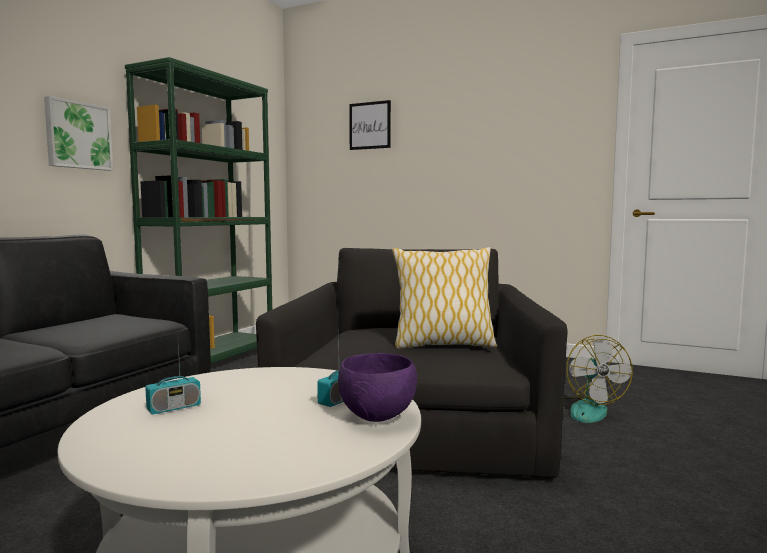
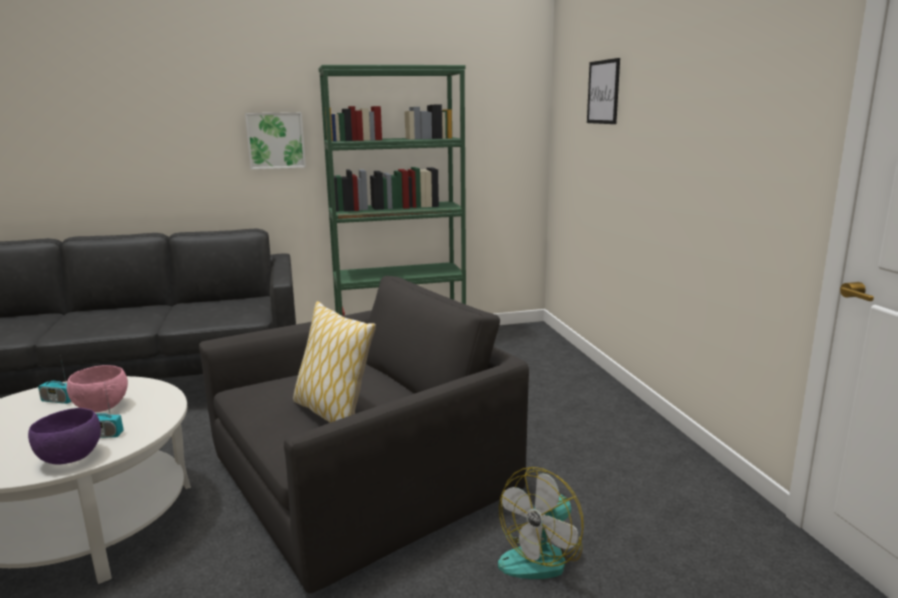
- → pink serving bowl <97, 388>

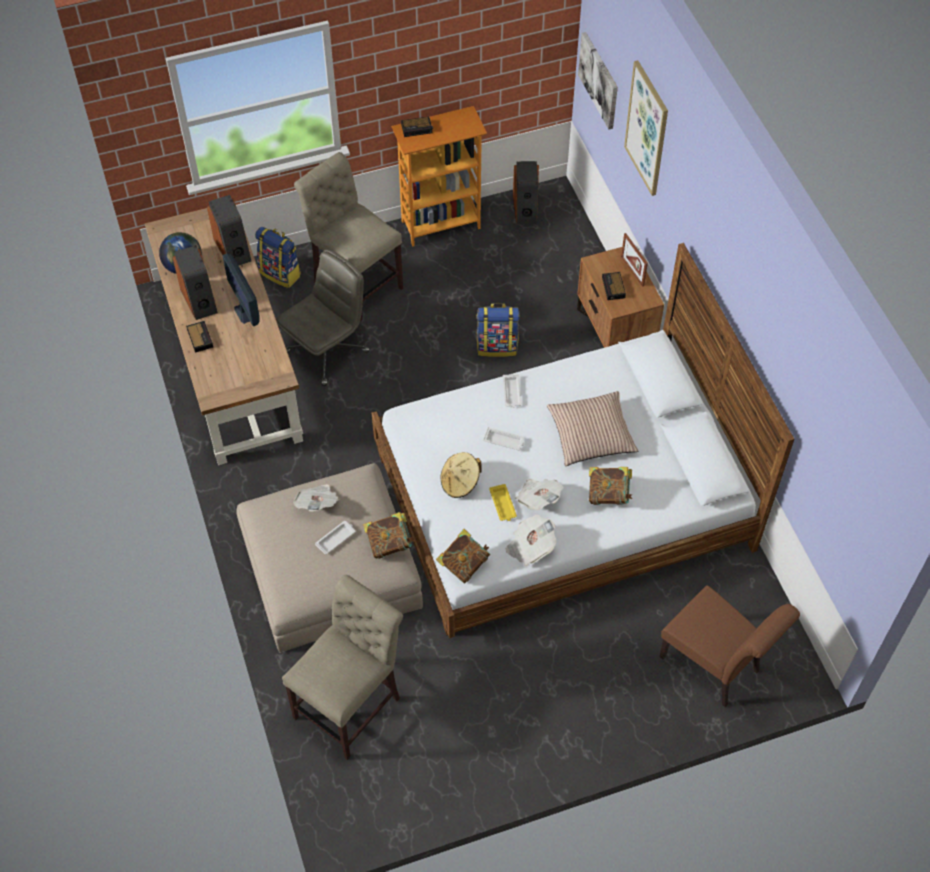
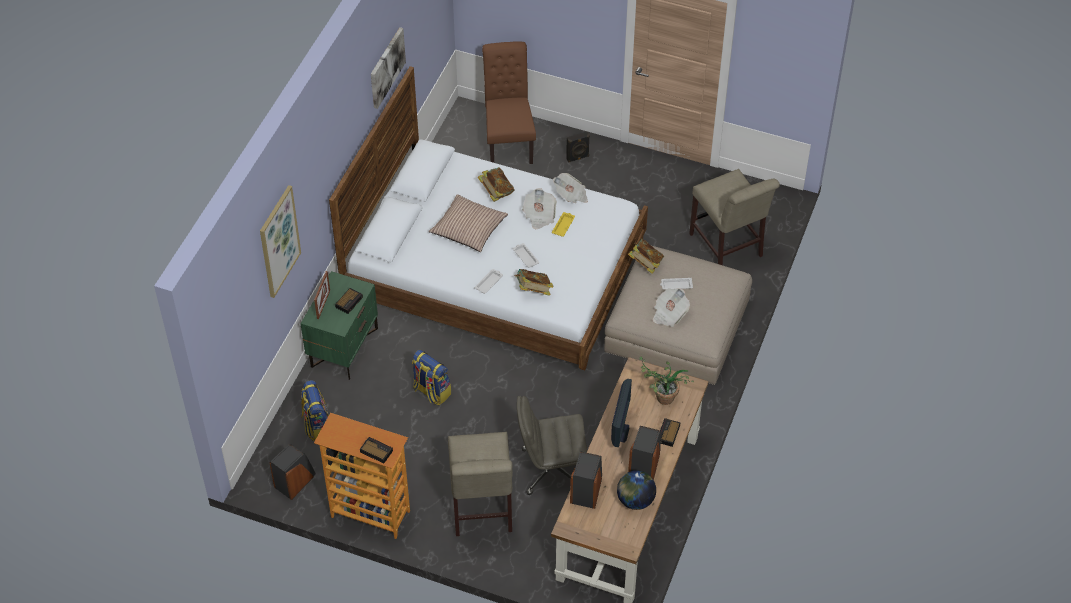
beige-coloured clothing hat <461, 475> → -
- → black loudspeaker <578, 147>
- → houseplant <666, 381>
knapsack <278, 257> → knapsack <315, 410>, shifted
bound book <463, 556> → bound book <534, 282>, shifted
wall art <598, 80> → wall art <388, 68>, shifted
brown-coloured nightstand <620, 297> → greenish nightstand <339, 325>
beige-coloured chair <342, 667> → beige-coloured chair <734, 217>, 105 degrees counterclockwise

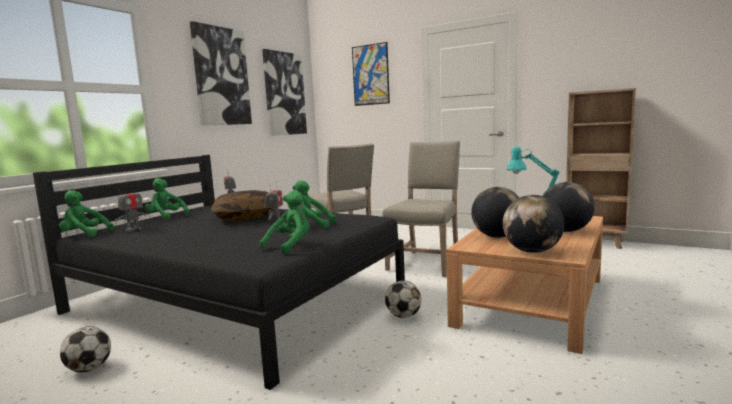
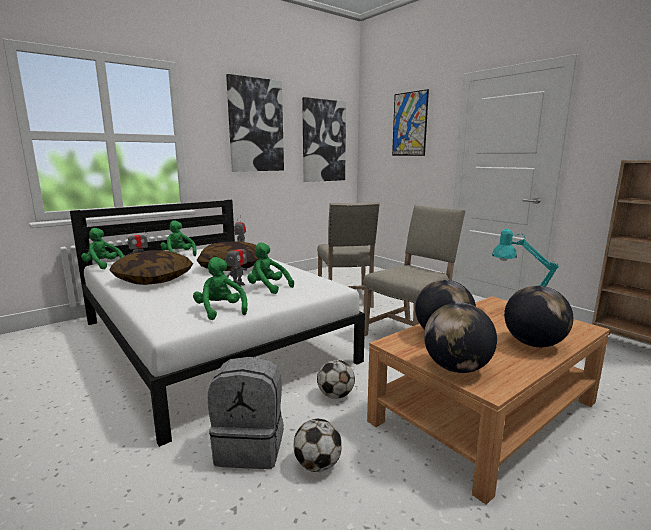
- → cushion <151, 267>
- → grey knapsack <246, 413>
ball for football <85, 349> → ball for football <317, 445>, shifted
black bed <219, 272> → white bed <217, 323>
greenish cuddly toy <284, 222> → greenish cuddly toy <220, 288>, 90 degrees counterclockwise

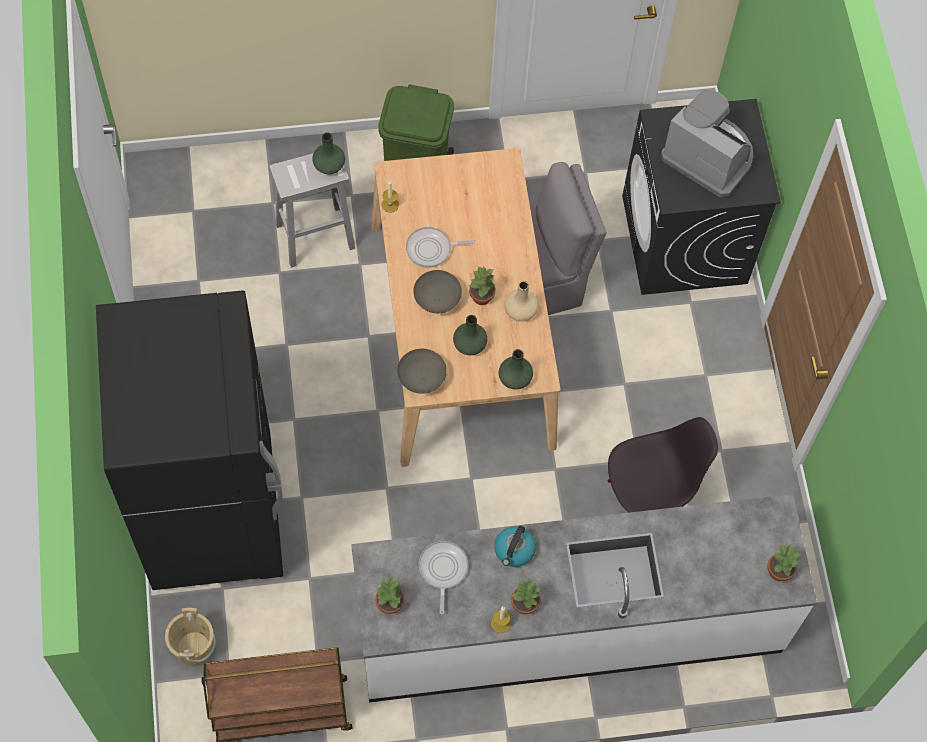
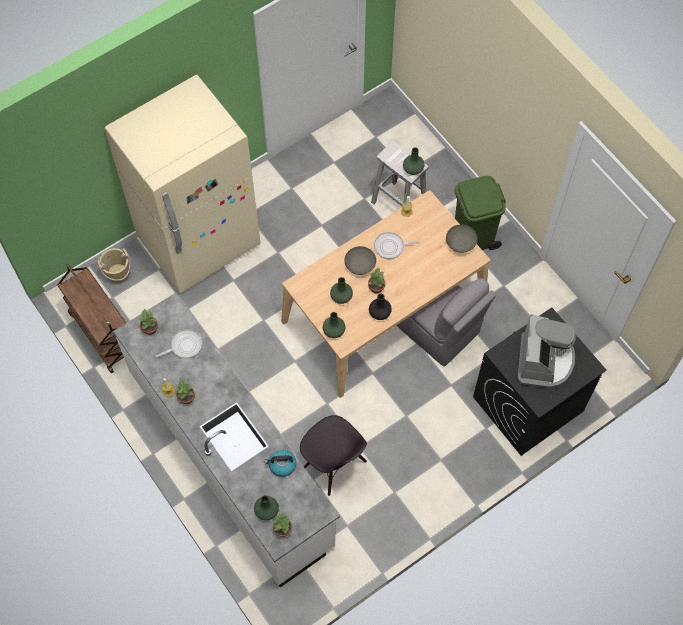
- → greenish flower vase <266, 508>
grey serving bowl <422, 371> → grey serving bowl <462, 239>, shifted
water kettle <515, 546> → water kettle <280, 463>, shifted
black fridge <189, 440> → beige-coloured fridge <183, 184>
beige-coloured flower vase <521, 301> → black flower vase <380, 307>
skillet <440, 247> → skillet <397, 245>, 60 degrees counterclockwise

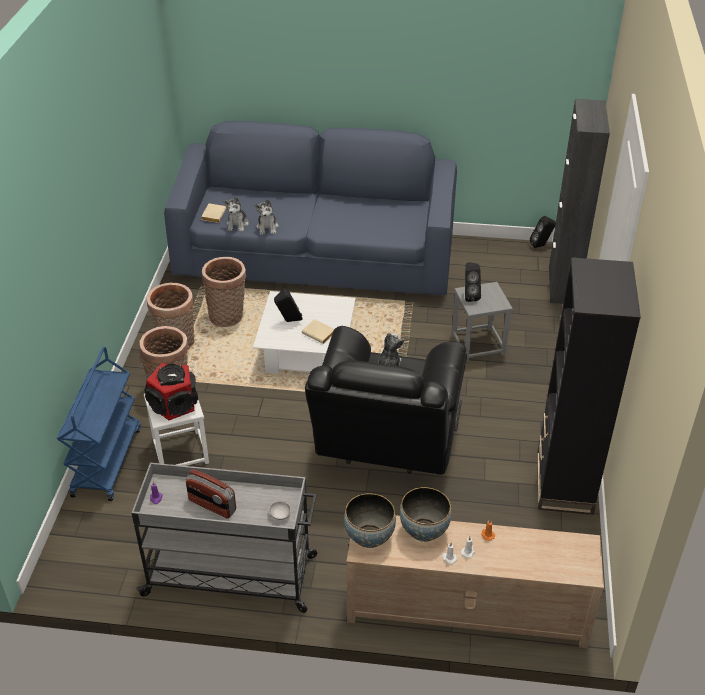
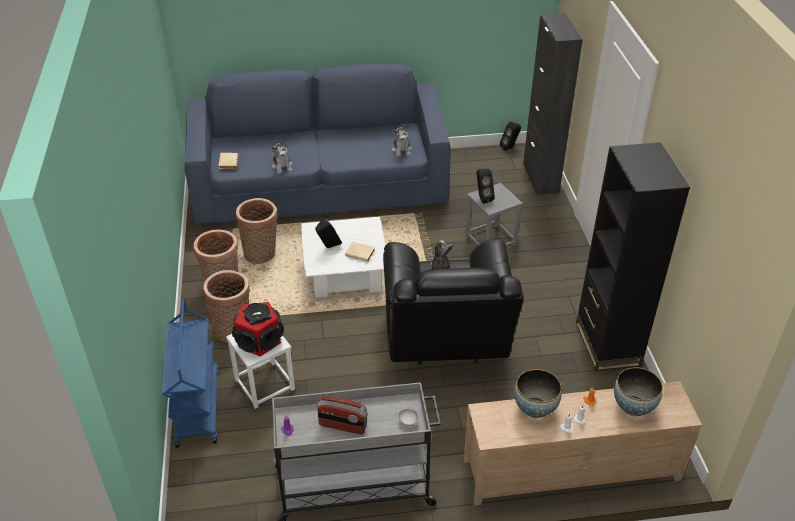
cuddly toy <236, 214> → cuddly toy <402, 141>, shifted
serving bowl <370, 520> → serving bowl <638, 391>, shifted

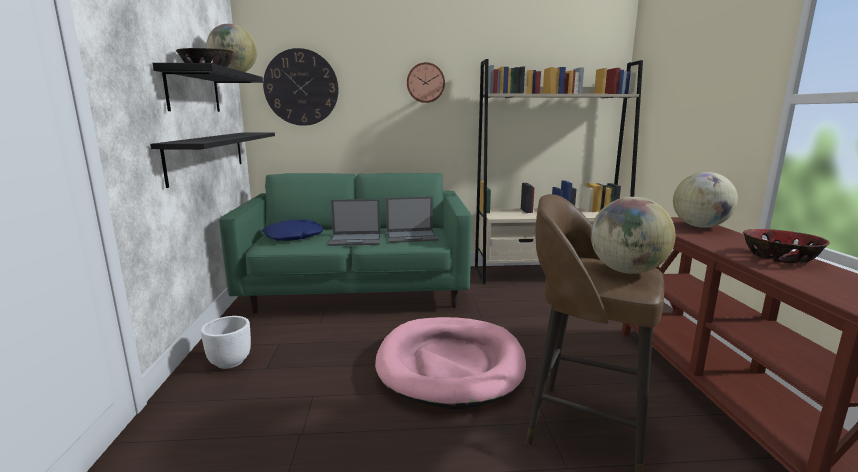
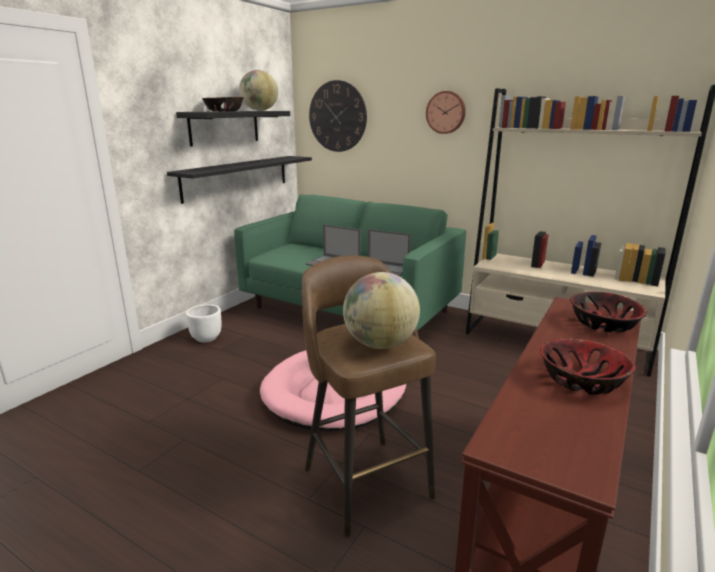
bluish cushion <292, 230> → -
world globe <705, 200> → serving bowl <608, 312>

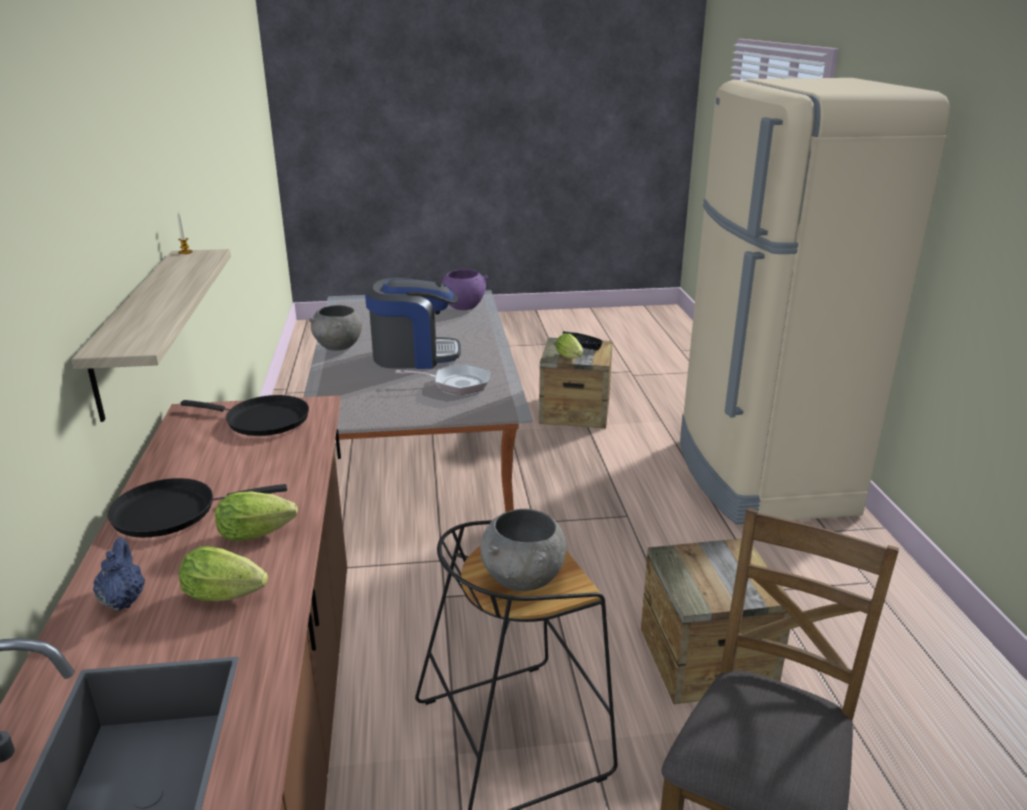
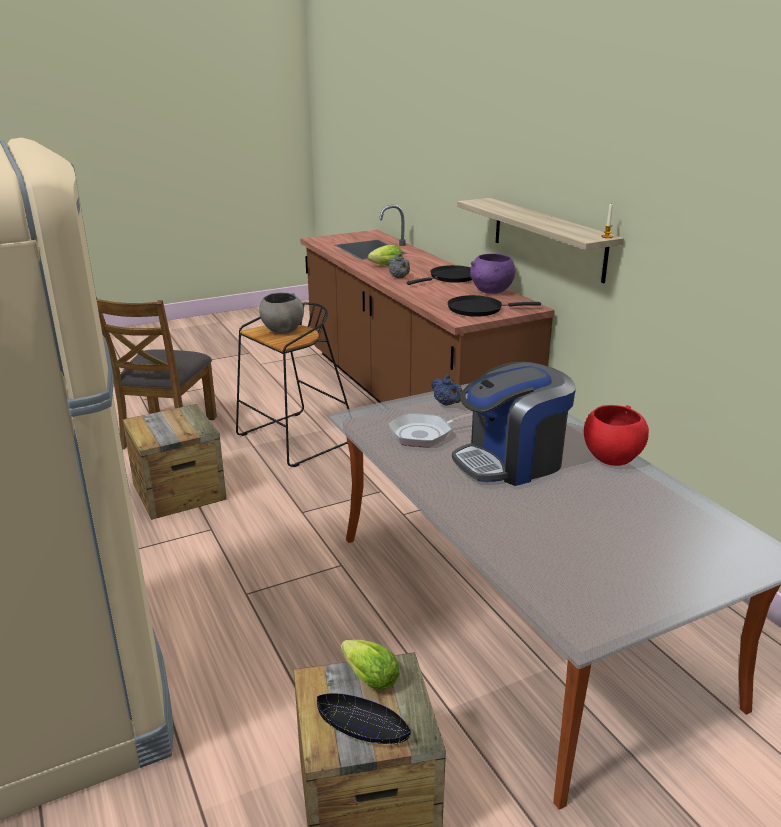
bluish teapot <119, 574> → bluish teapot <446, 390>, shifted
purple serving bowl <465, 289> → purple serving bowl <493, 274>, shifted
head of lettuce <256, 516> → grey teapot <399, 265>
grey serving bowl <335, 328> → reddish serving bowl <616, 435>

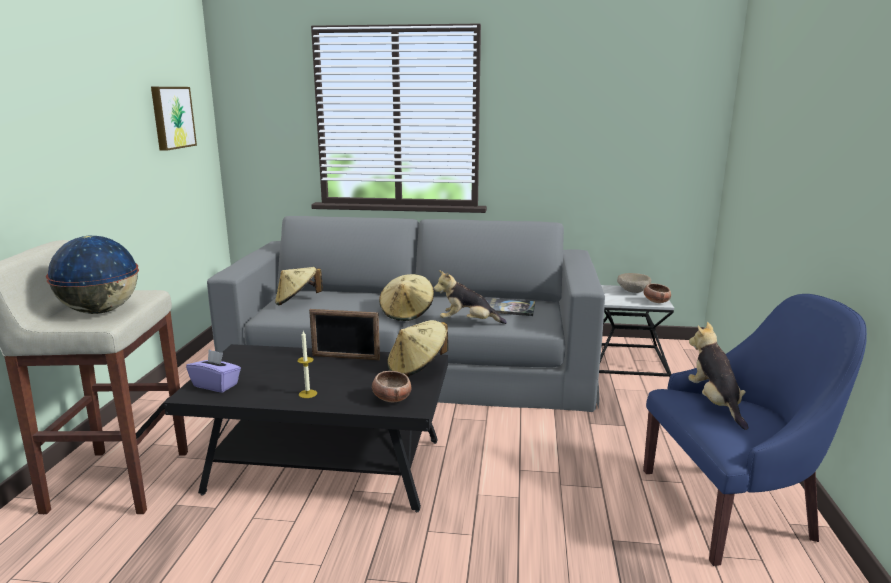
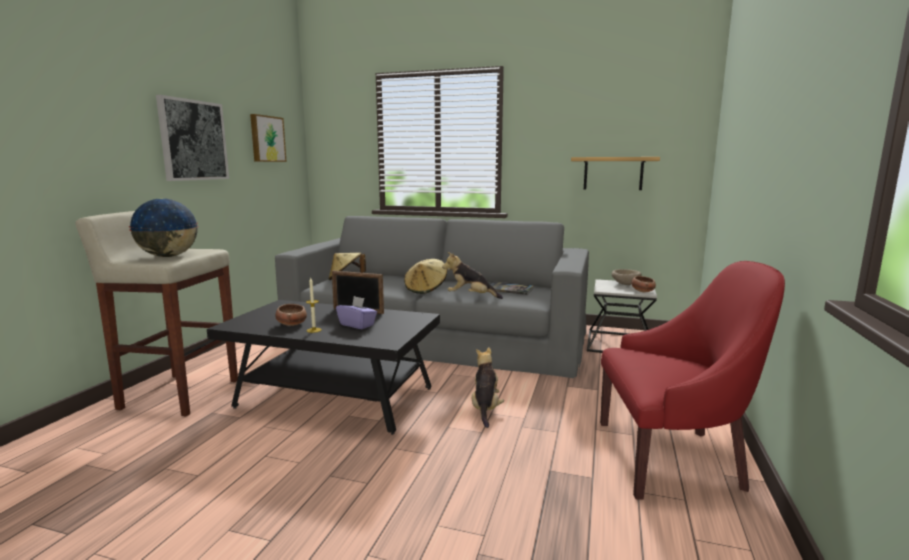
beige-coloured clothing hat <417, 348> → -
- → wall art <192, 138>
- → shelf <615, 173>
purple box of tissues <213, 371> → purple box of tissues <356, 312>, shifted
serving bowl <391, 386> → serving bowl <291, 315>, shifted
cuddly toy <718, 376> → cuddly toy <488, 387>, shifted
bluish easy chair <755, 430> → reddish easy chair <692, 380>

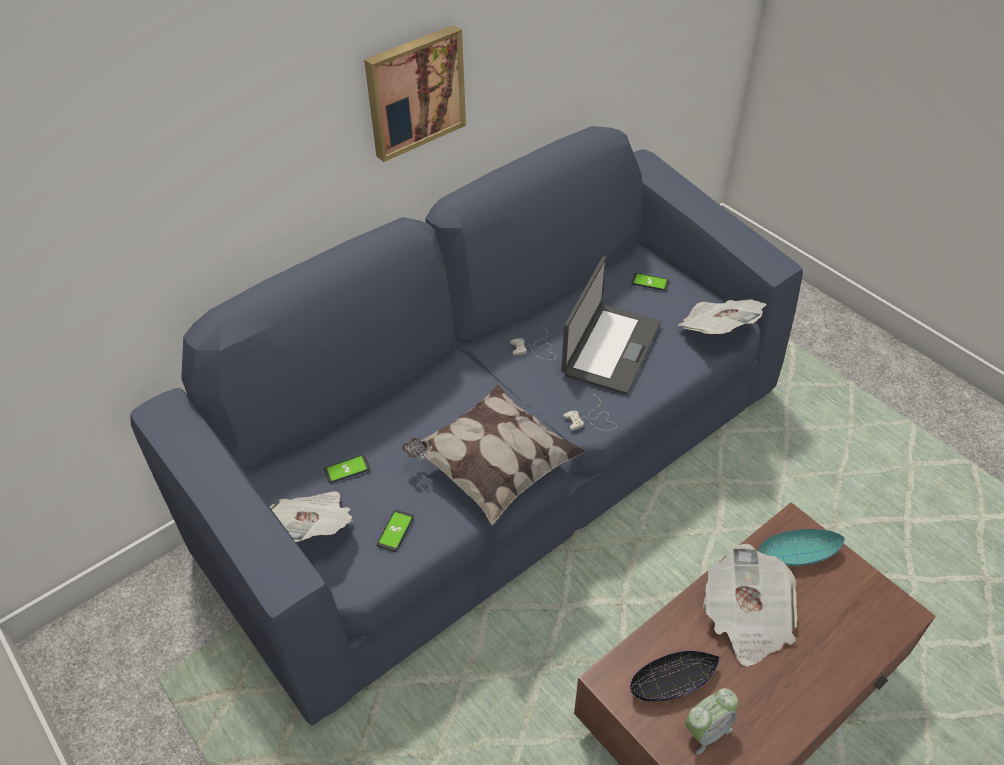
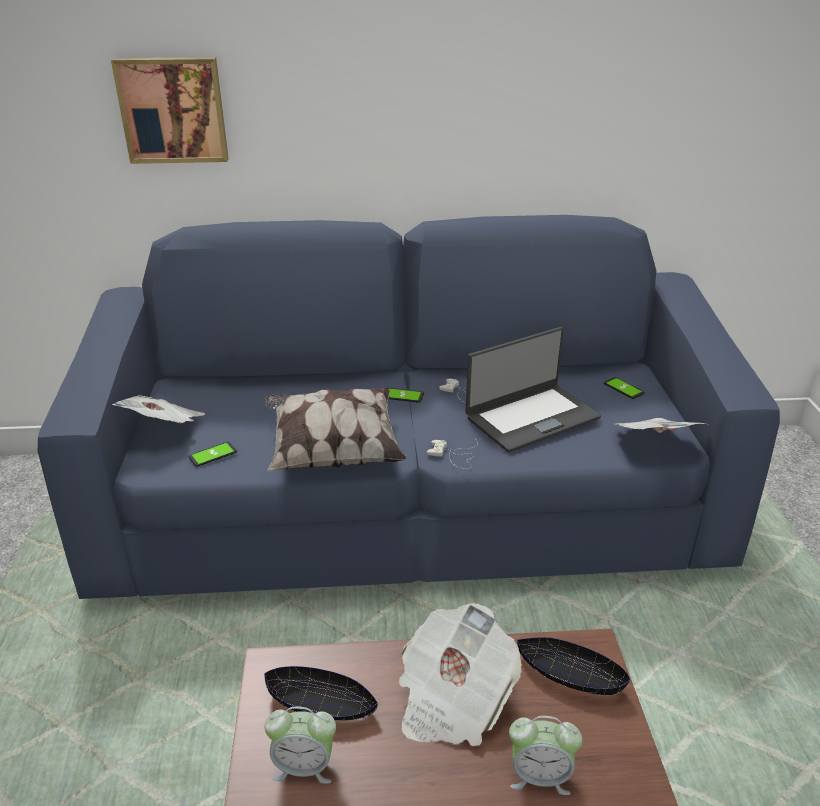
- → table clock <545, 755>
phone <347, 469> → phone <405, 395>, shifted
wall art <415, 93> → wall art <170, 110>, shifted
turquoise-coloured serving bowl <801, 547> → black serving bowl <573, 666>

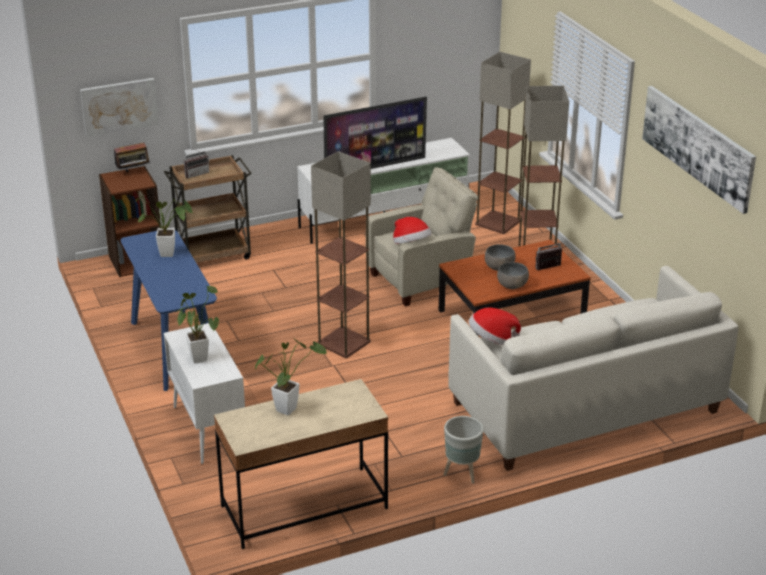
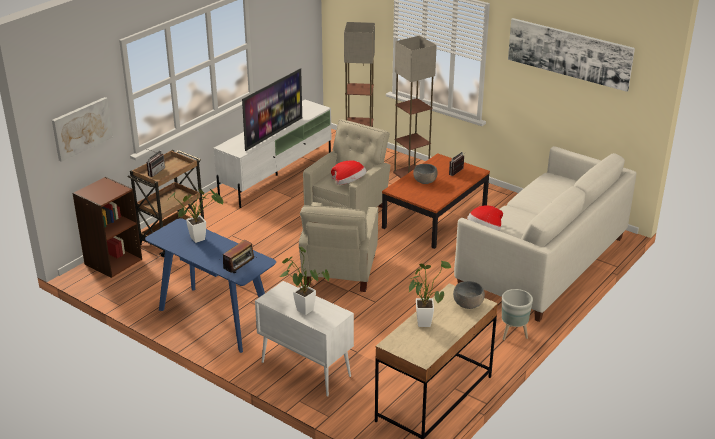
radio receiver <132, 157> → radio receiver <238, 258>, shifted
grey serving bowl <513, 275> → grey serving bowl <469, 295>, shifted
floor lamp <341, 254> → beige-coloured easy chair <338, 247>

